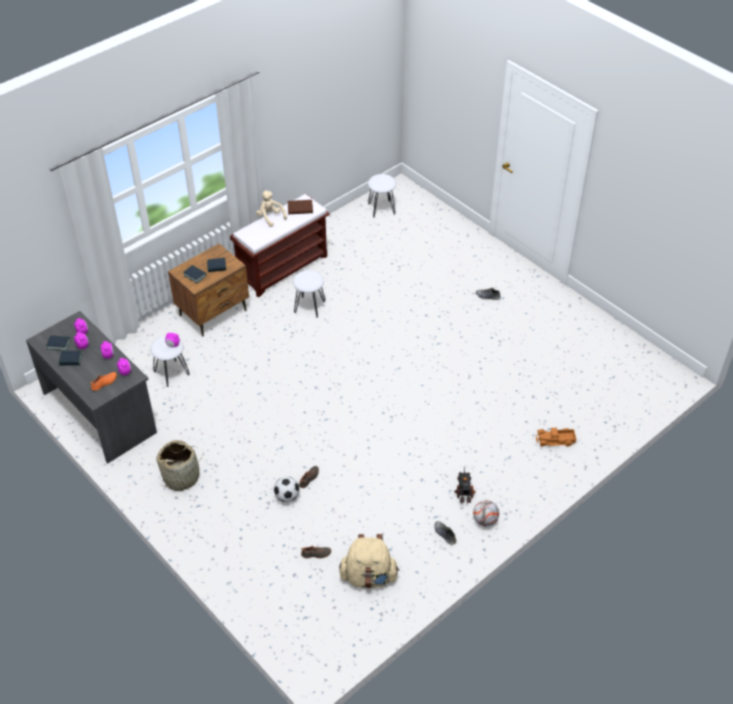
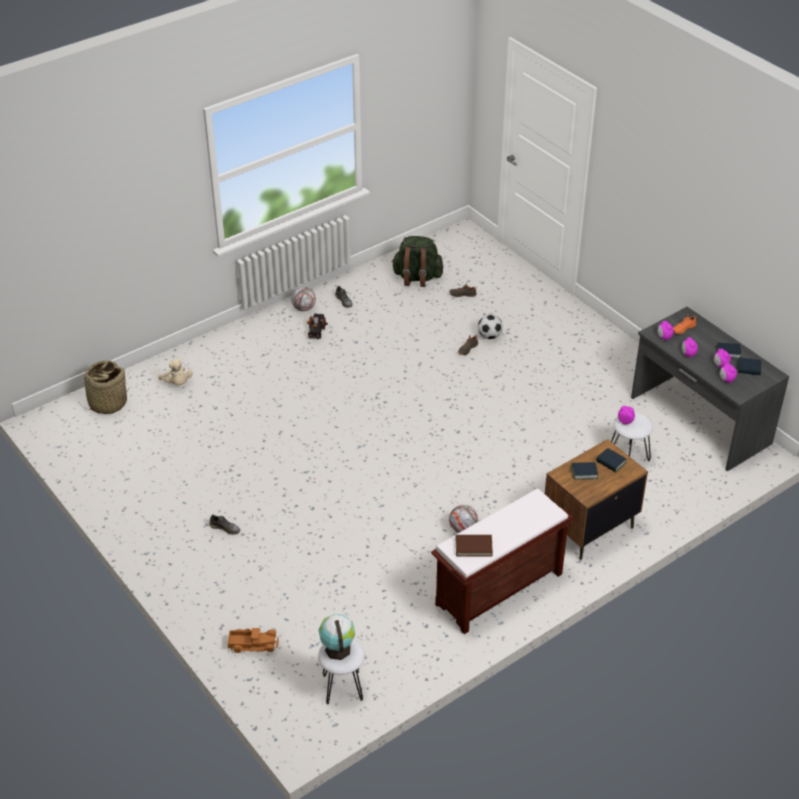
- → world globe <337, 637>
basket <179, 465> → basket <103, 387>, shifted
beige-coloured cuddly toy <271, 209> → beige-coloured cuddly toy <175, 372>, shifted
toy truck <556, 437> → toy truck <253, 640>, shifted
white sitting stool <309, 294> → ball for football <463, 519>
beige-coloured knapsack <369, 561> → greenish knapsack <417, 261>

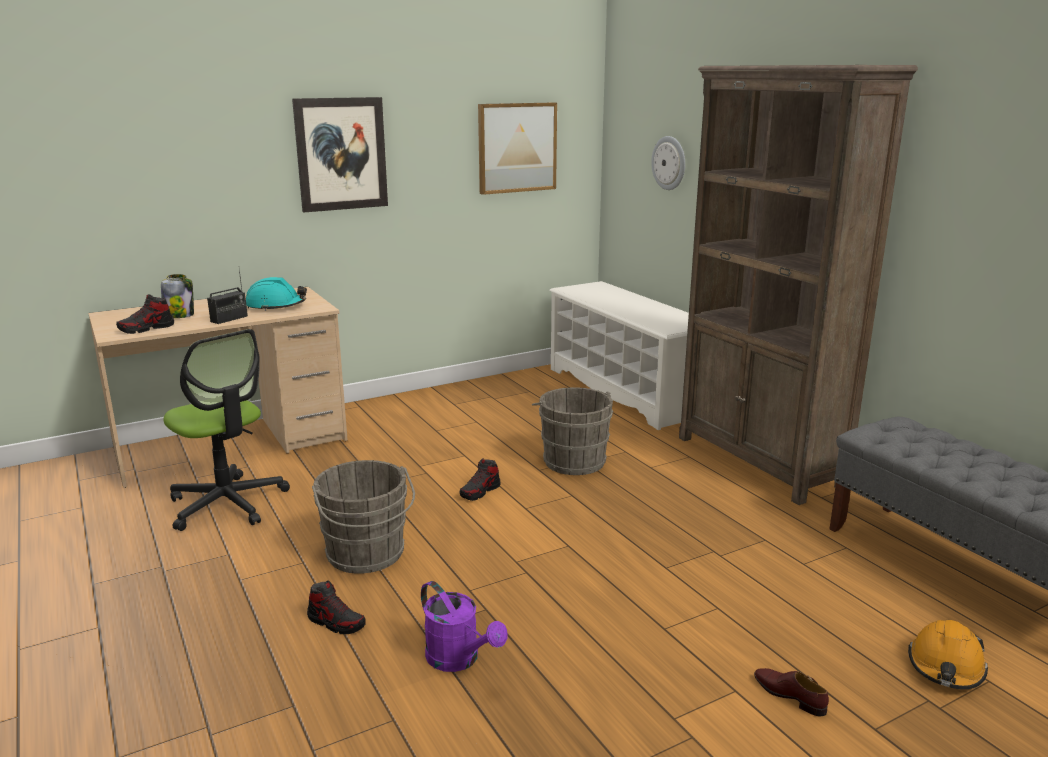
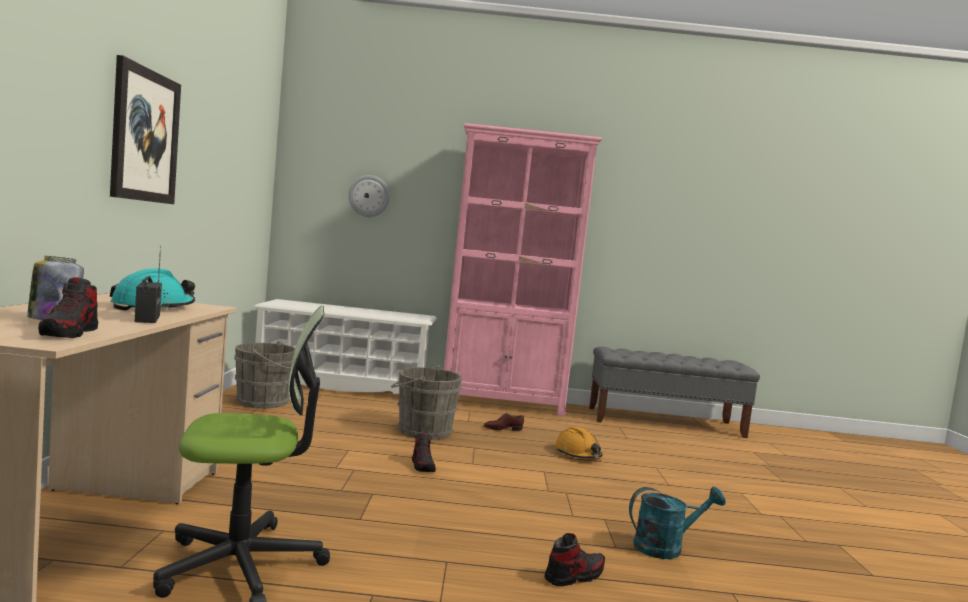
wall art <517, 148> → -
grey pail <363, 517> → grey pail <264, 374>, shifted
brown-coloured low shoe <791, 692> → brown-coloured low shoe <503, 422>, shifted
orangey work helmet <948, 654> → orangey work helmet <578, 442>, shifted
purple sprinkling can <464, 626> → turquoise-coloured sprinkling can <677, 523>
brown-coloured bookcase <798, 285> → pink bookcase <523, 270>

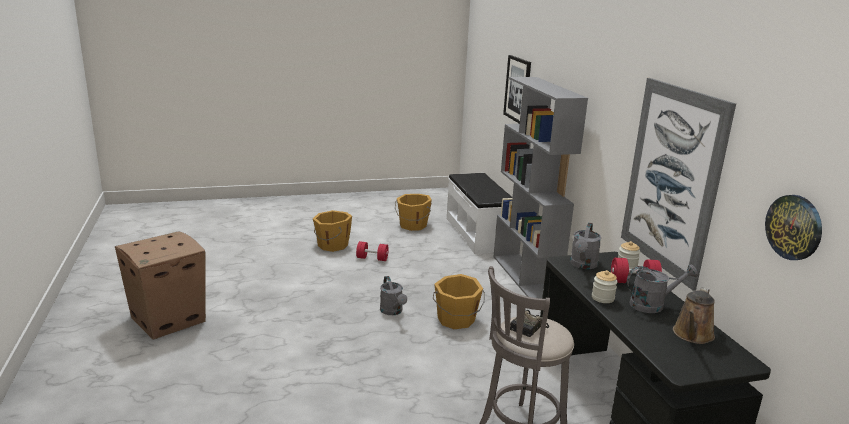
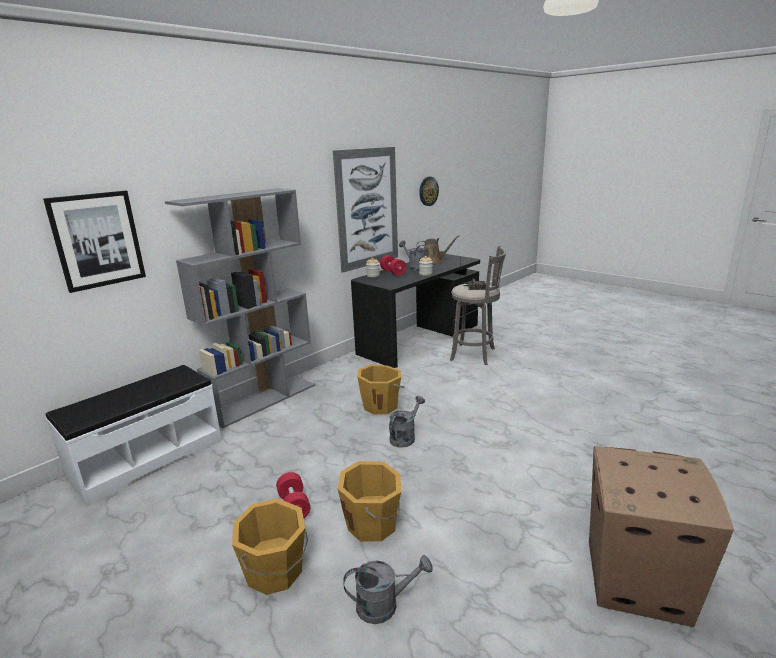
orangey pail <413, 212> → orangey pail <369, 501>, shifted
grey sprinkling can <586, 246> → grey sprinkling can <388, 589>, shifted

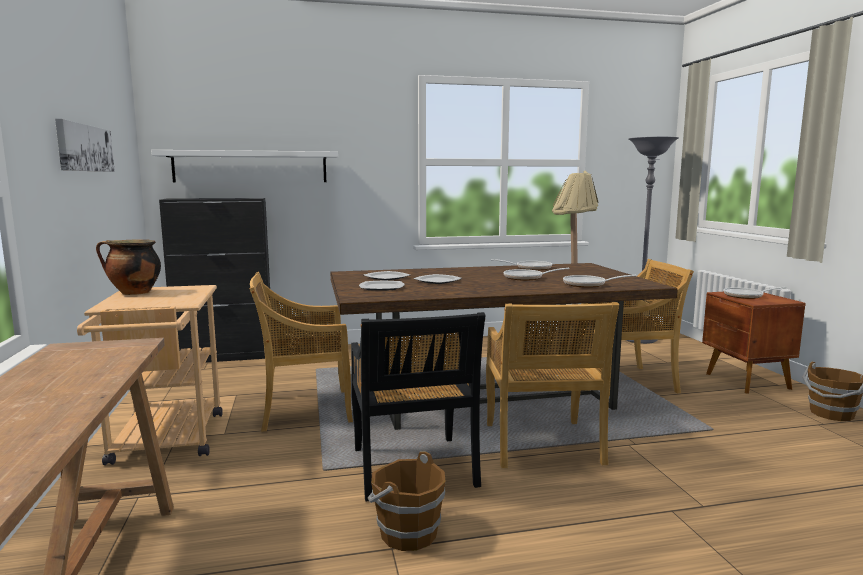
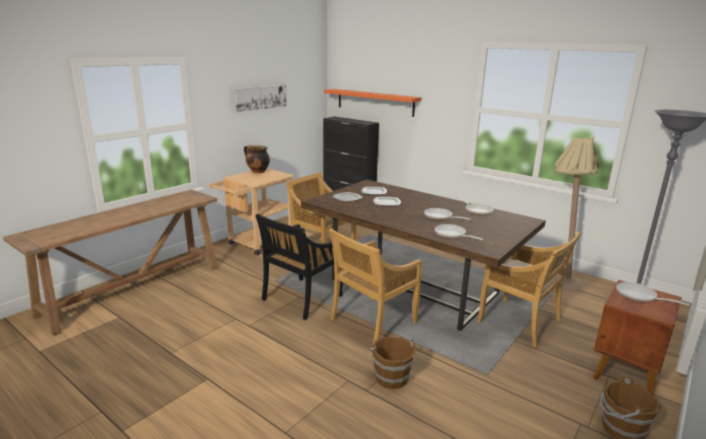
brown-coloured pail <407, 501> → brown-coloured pail <392, 363>, shifted
white shelf <244, 166> → orangey shelf <373, 103>

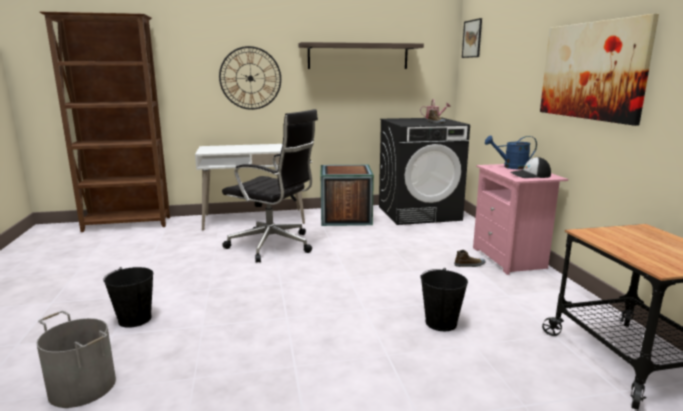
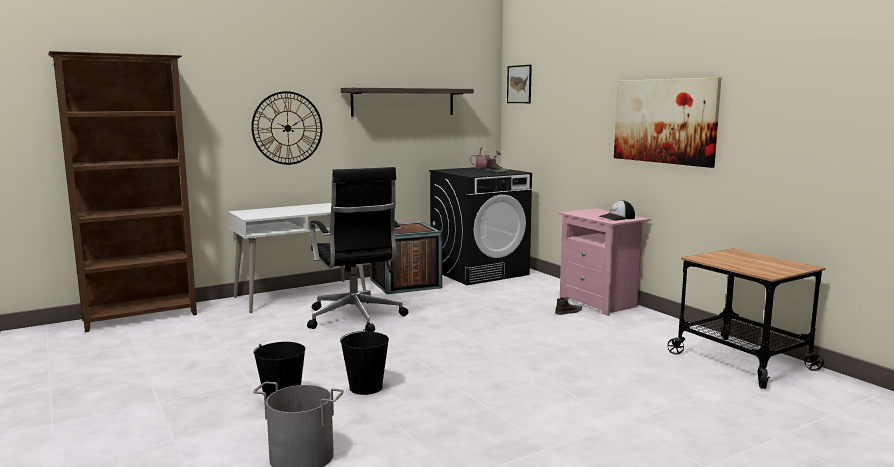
bluish sprinkling can <511, 152> → -
black pail <444, 299> → black pail <364, 362>, shifted
black office chair <270, 186> → black office chair <357, 249>, 60 degrees clockwise

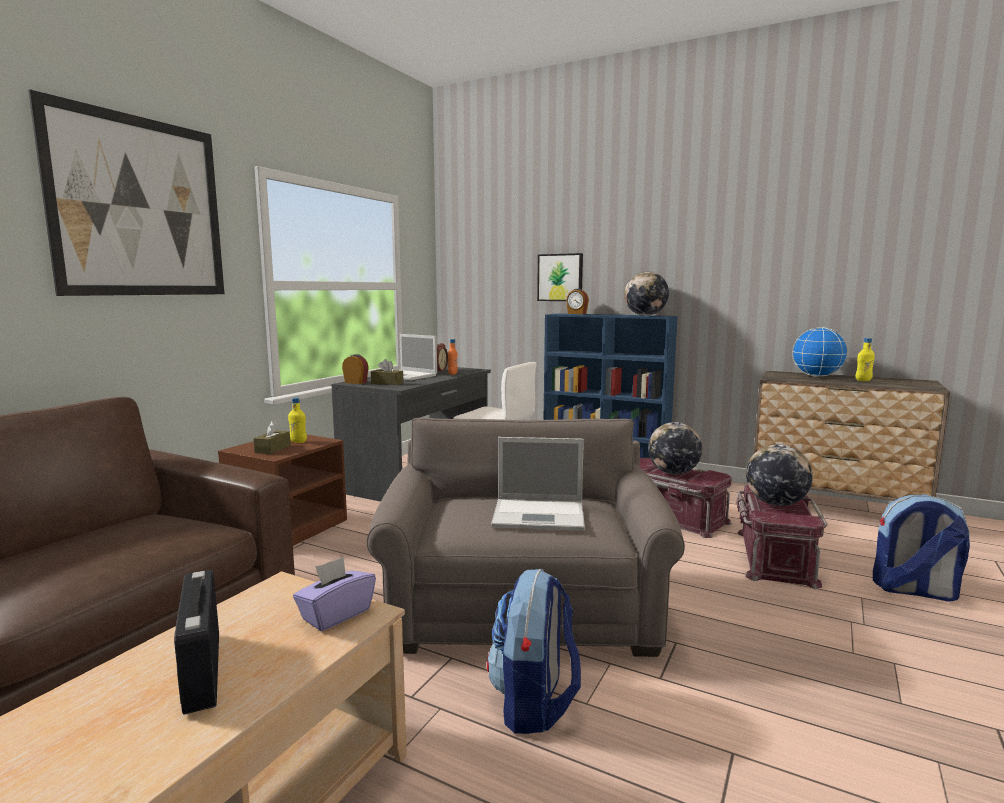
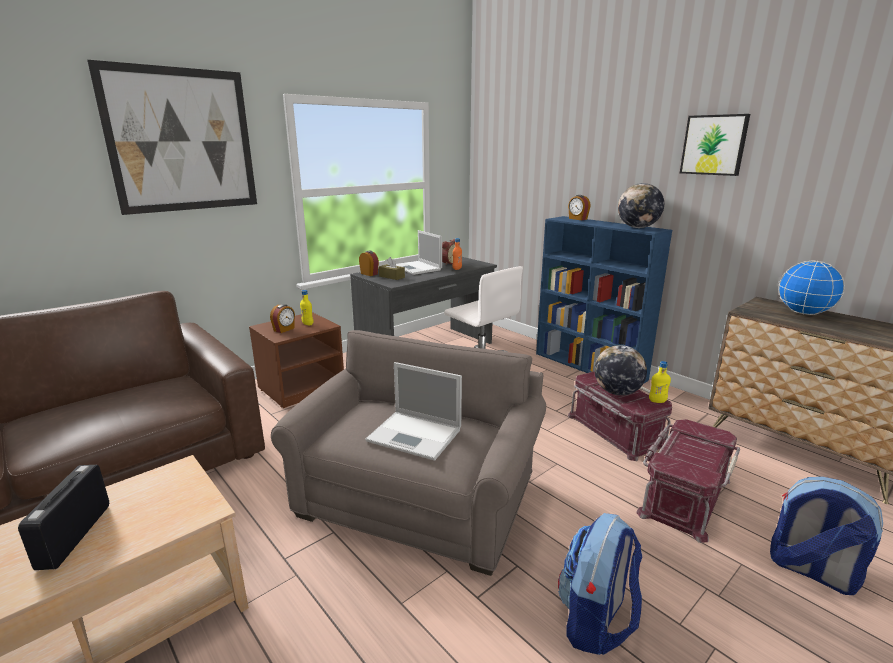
purple box of tissues <334, 594> → -
world globe <779, 475> → -
knapsack <534, 651> → knapsack <600, 584>, shifted
wall art <560, 277> → wall art <715, 145>, shifted
yellowish beverage bottle <865, 359> → yellowish beverage bottle <660, 382>, shifted
brown-coloured box of tissues <272, 437> → table clock <282, 318>

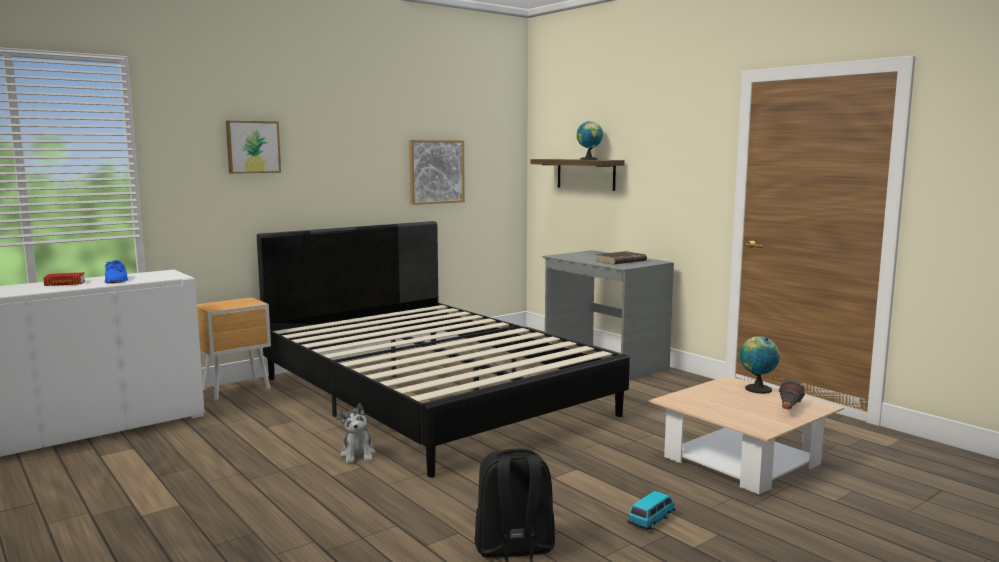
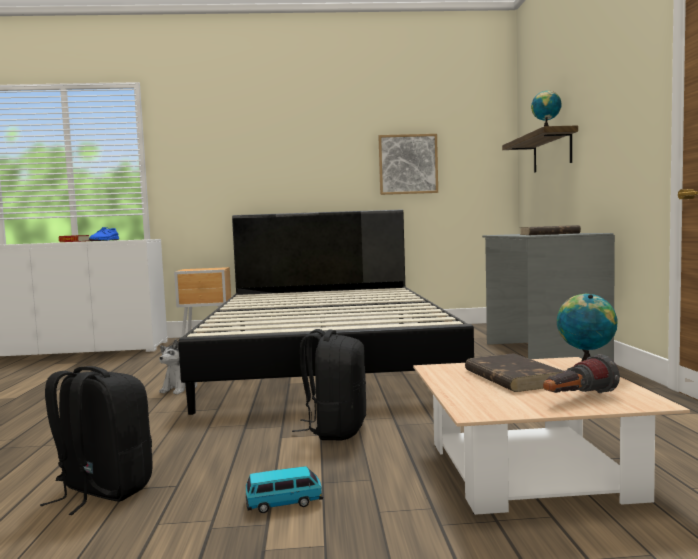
wall art <253, 147> → -
- → black knapsack <329, 384>
- → brown-coloured bound book <514, 372>

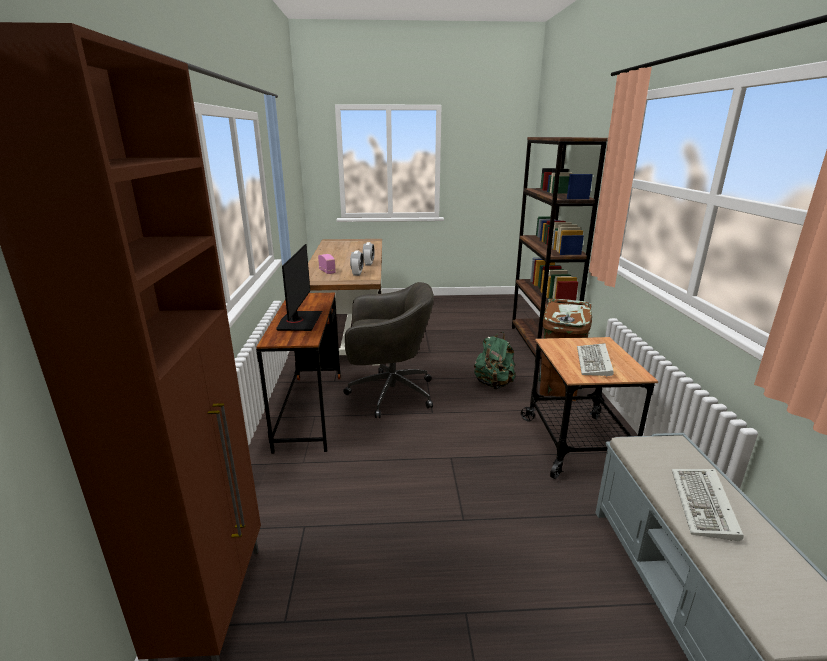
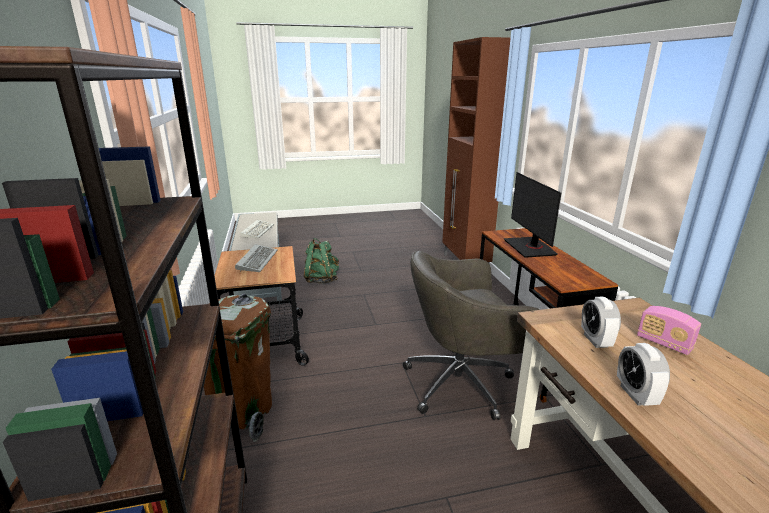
greenish knapsack <495, 360> → greenish knapsack <321, 261>, shifted

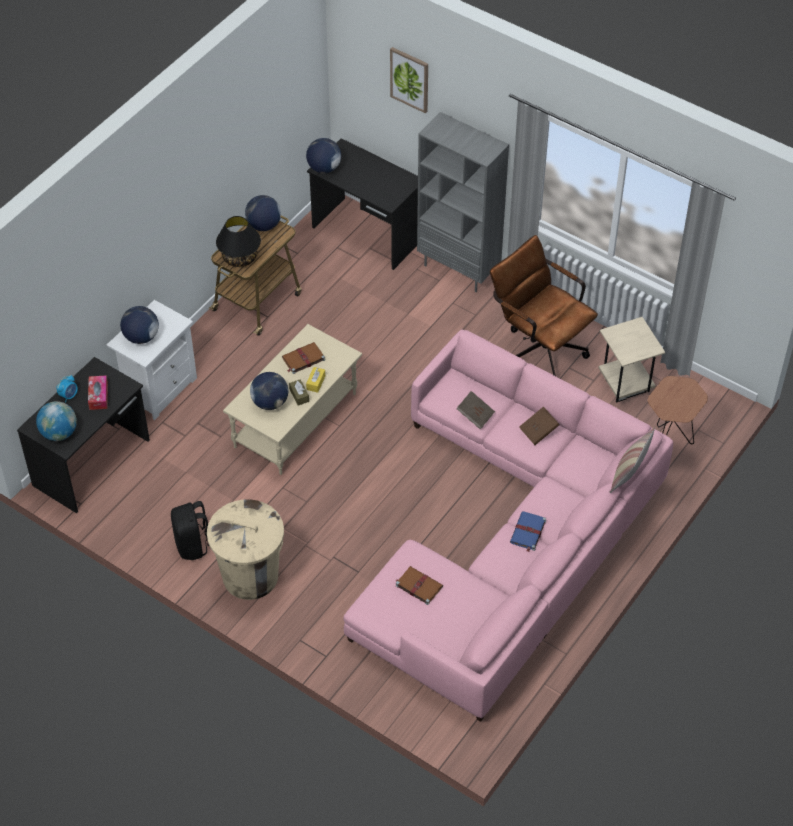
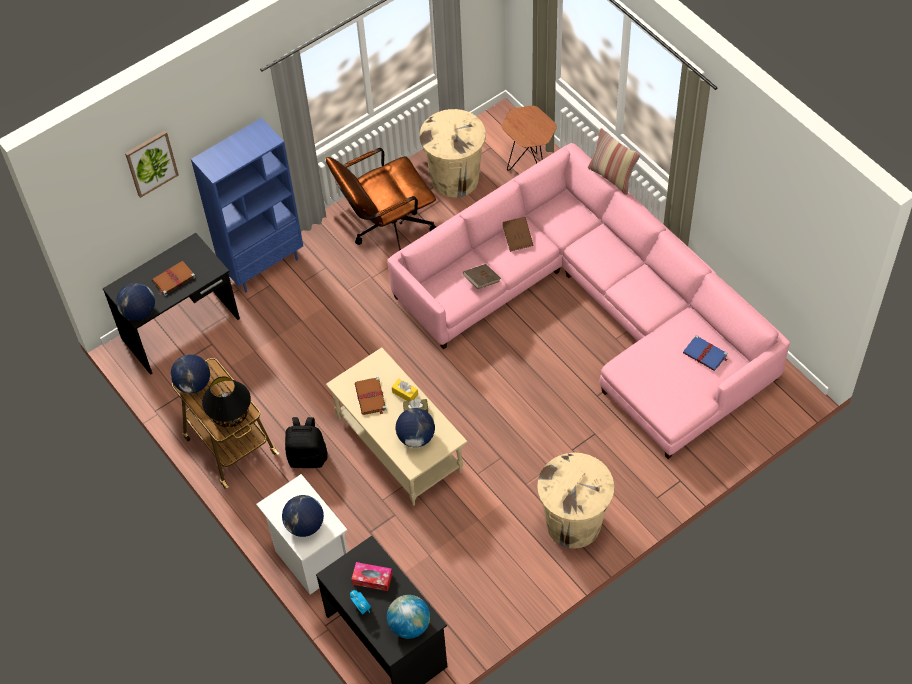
black knapsack <190, 530> → black knapsack <306, 442>, shifted
brown-coloured bound book <419, 585> → brown-coloured bound book <174, 278>, shifted
bluish bound book <528, 531> → bluish bound book <705, 353>, shifted
beige-coloured side table <632, 359> → beige-coloured rubbish bin <453, 153>
grey bookcase <463, 202> → bluish bookcase <247, 205>

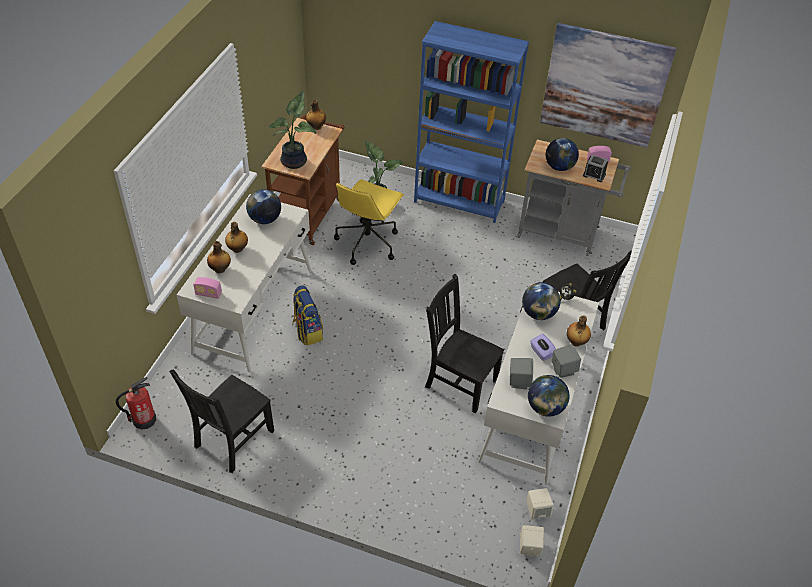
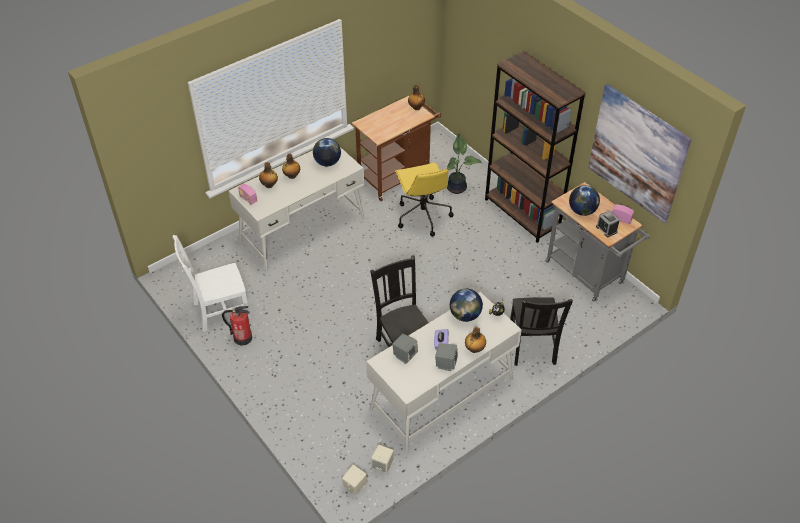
houseplant <292, 130> → -
knapsack <307, 315> → -
world globe <548, 396> → -
fire extinguisher <136, 403> → fire extinguisher <237, 326>, shifted
black chair <221, 421> → white chair <211, 283>
bluish bookcase <472, 122> → brown-coloured bookcase <535, 147>
yellowish office chair <369, 222> → yellowish office chair <424, 199>, 75 degrees counterclockwise

